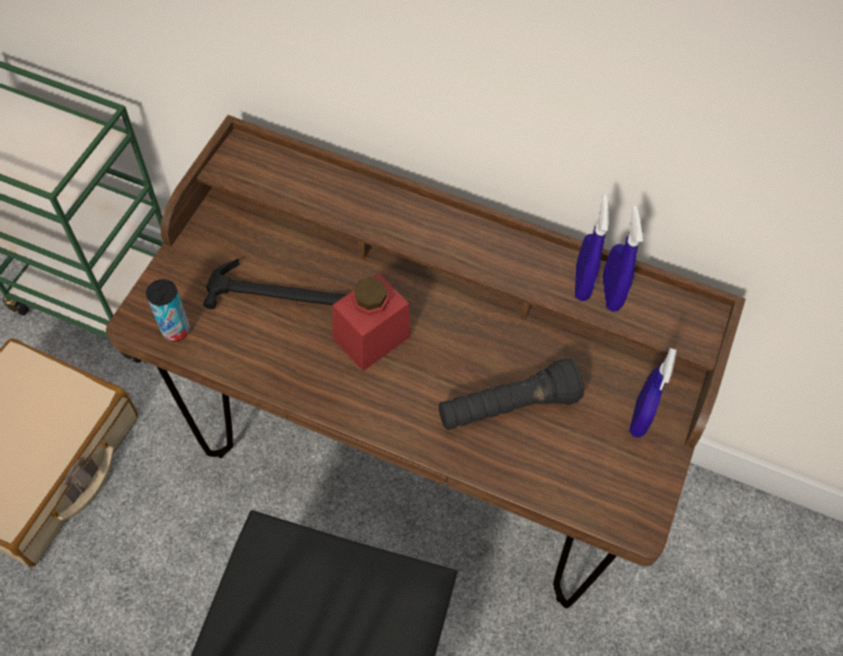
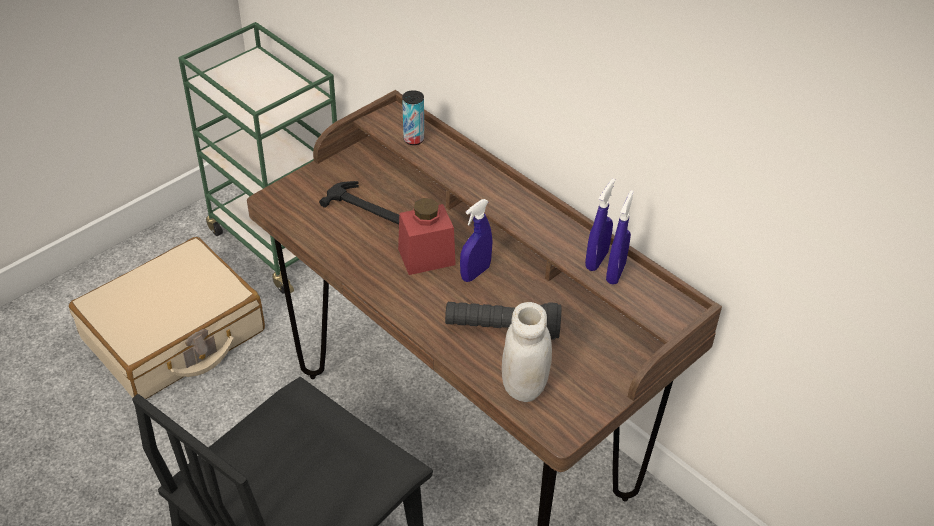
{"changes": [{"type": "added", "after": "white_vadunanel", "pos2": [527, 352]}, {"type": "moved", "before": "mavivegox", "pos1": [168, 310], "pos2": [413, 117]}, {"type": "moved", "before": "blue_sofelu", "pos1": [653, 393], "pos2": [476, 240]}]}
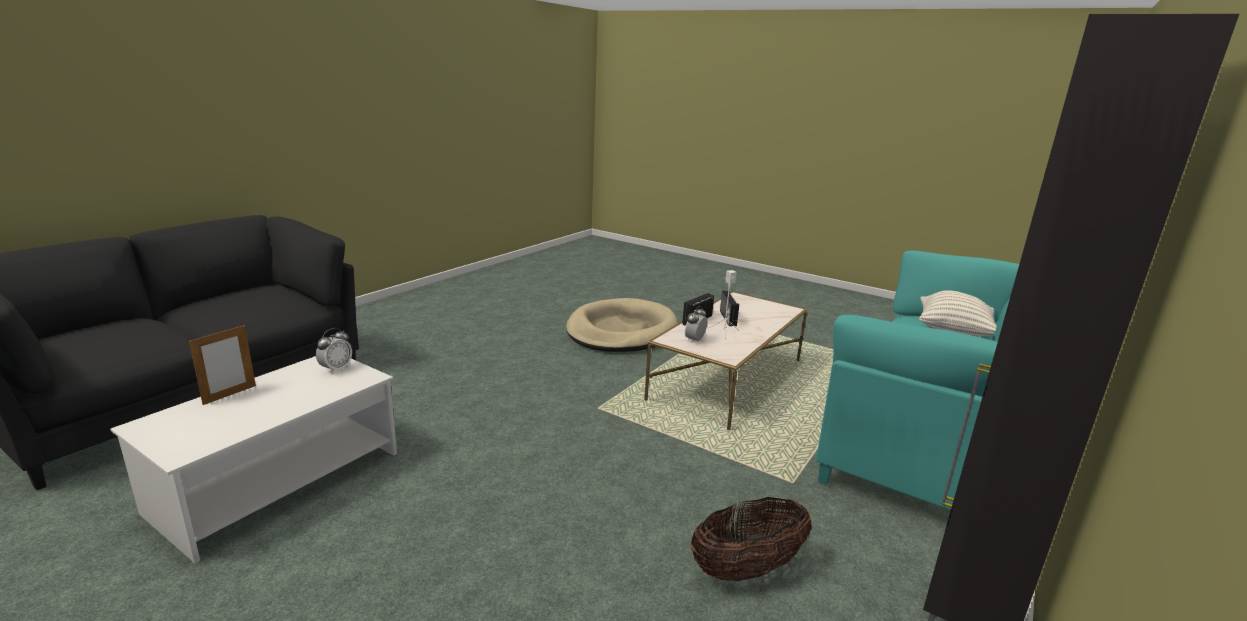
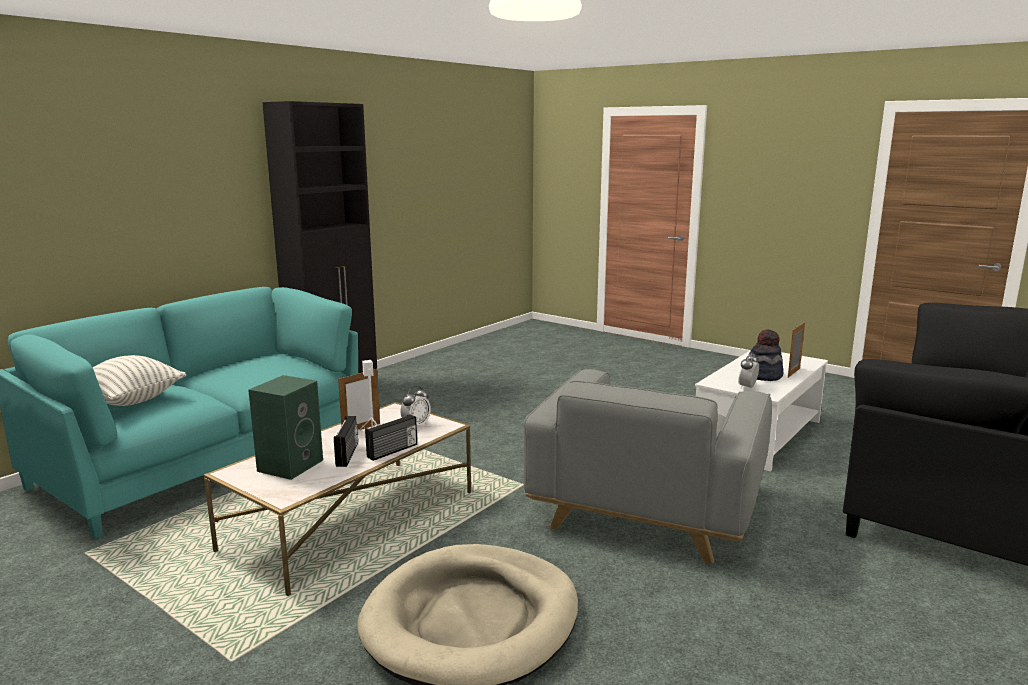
{"changes": [{"type": "removed", "before": "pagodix", "pos1": [751, 539]}, {"type": "added", "after": "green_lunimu", "pos2": [285, 427]}, {"type": "added", "after": "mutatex", "pos2": [359, 399]}, {"type": "added", "after": "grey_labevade", "pos2": [648, 466]}, {"type": "added", "after": "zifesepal", "pos2": [766, 355]}]}
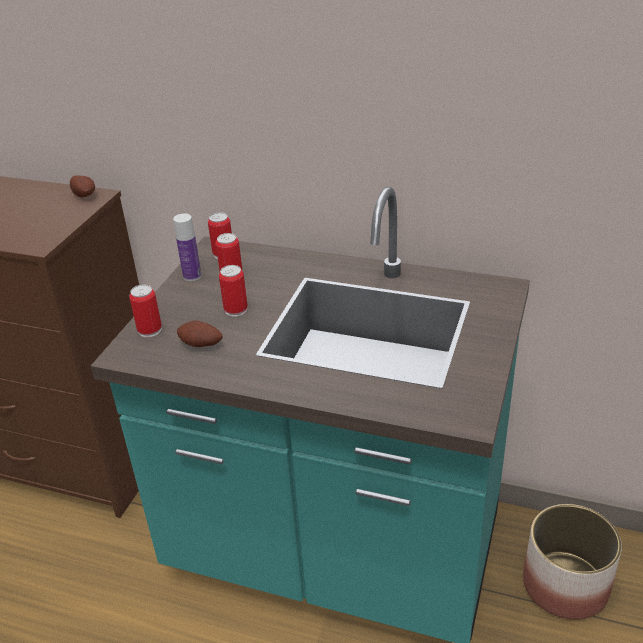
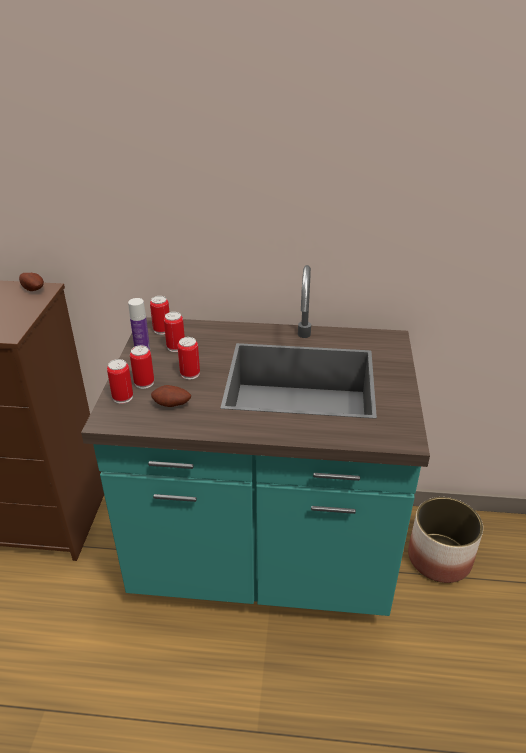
{"changes": [{"type": "added", "after": "mavivegox", "pos2": [142, 367]}]}
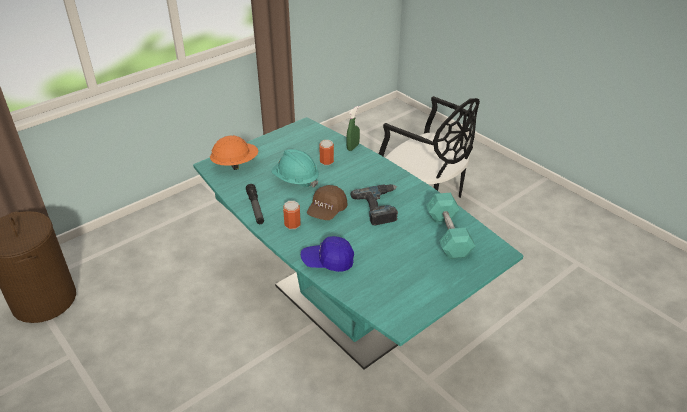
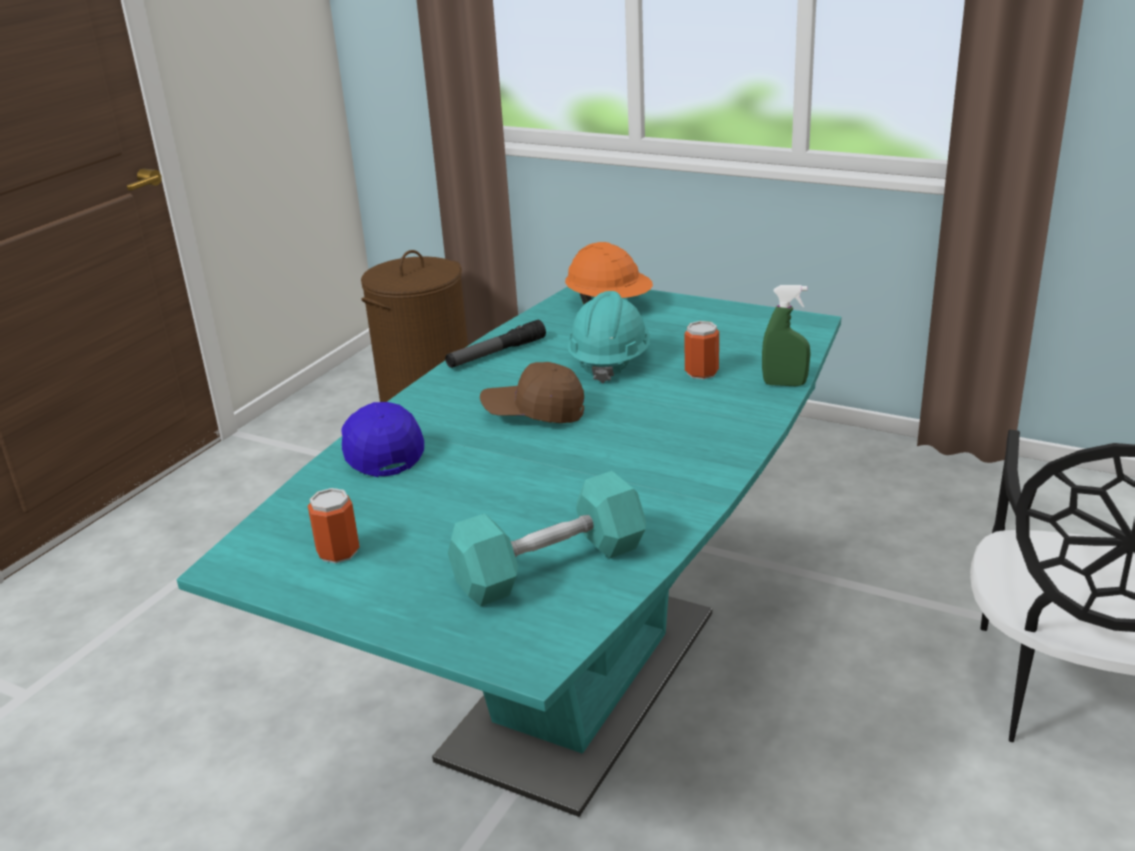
{"changes": [{"type": "removed", "before": "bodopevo", "pos1": [374, 204]}, {"type": "moved", "before": "mavivegox", "pos1": [292, 215], "pos2": [334, 525]}]}
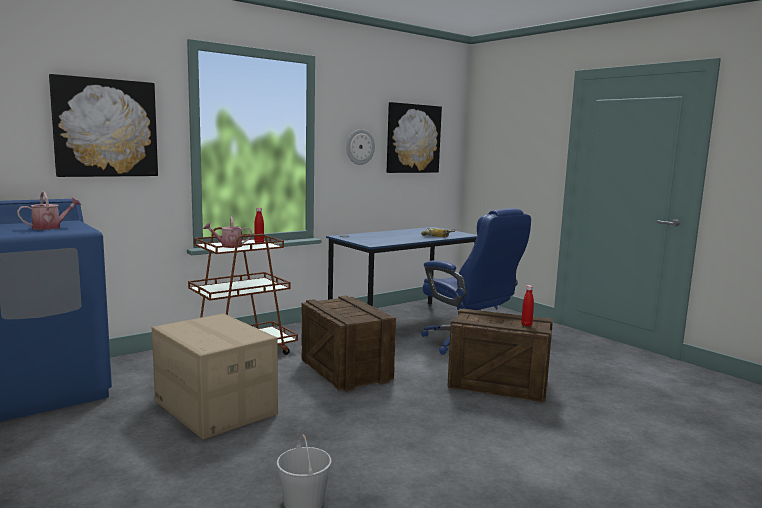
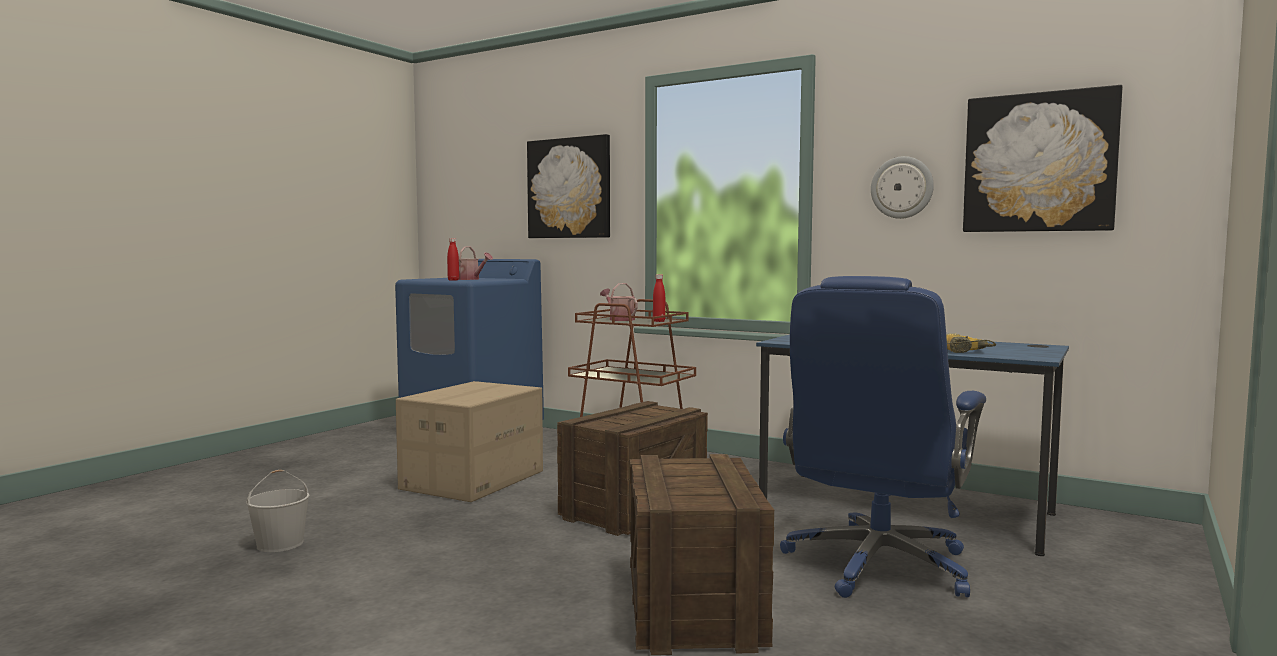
{"changes": [{"type": "moved", "before": "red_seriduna", "pos1": [527, 305], "pos2": [453, 259]}]}
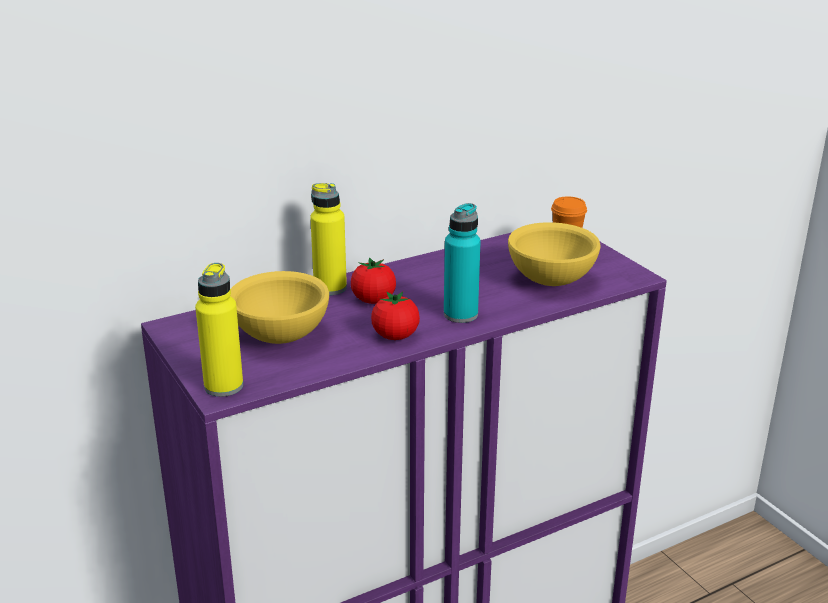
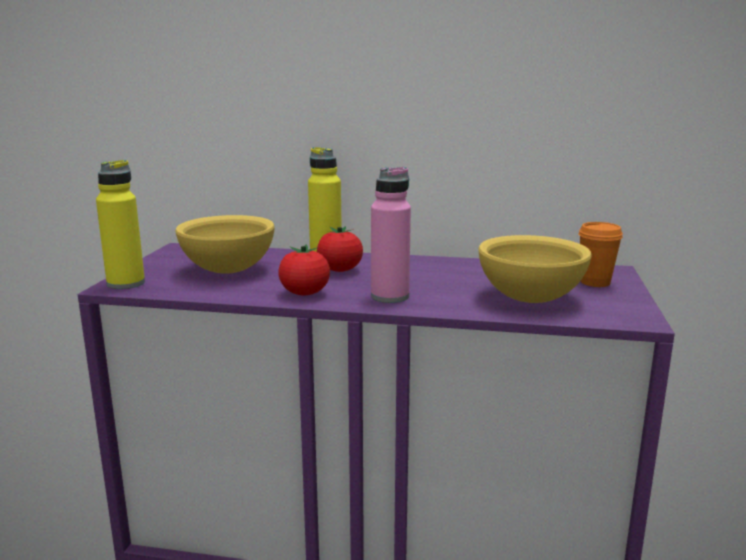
{"changes": [{"type": "recoloured", "before": "turquoise_seriduna", "after": "pink_seriduna", "pos1": [462, 263], "pos2": [391, 235]}]}
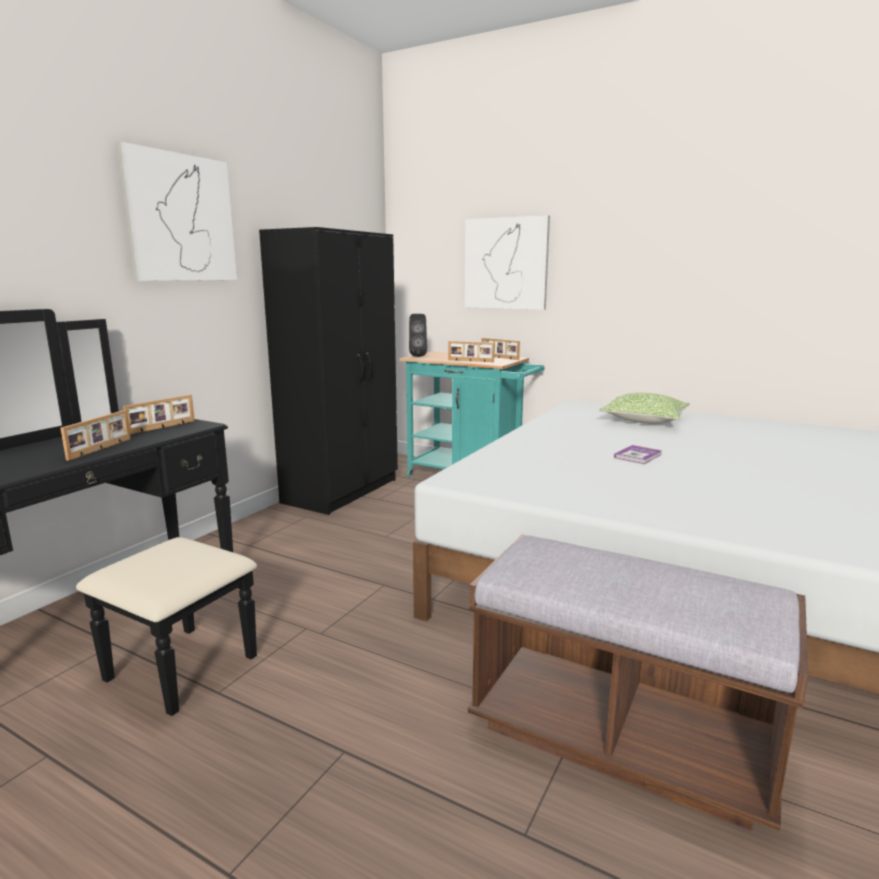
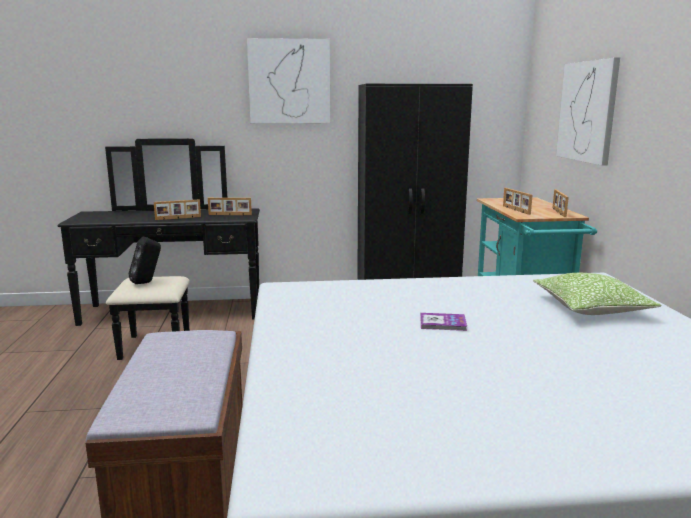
{"changes": [{"type": "moved", "before": "black_lunimu", "pos1": [418, 335], "pos2": [144, 260]}]}
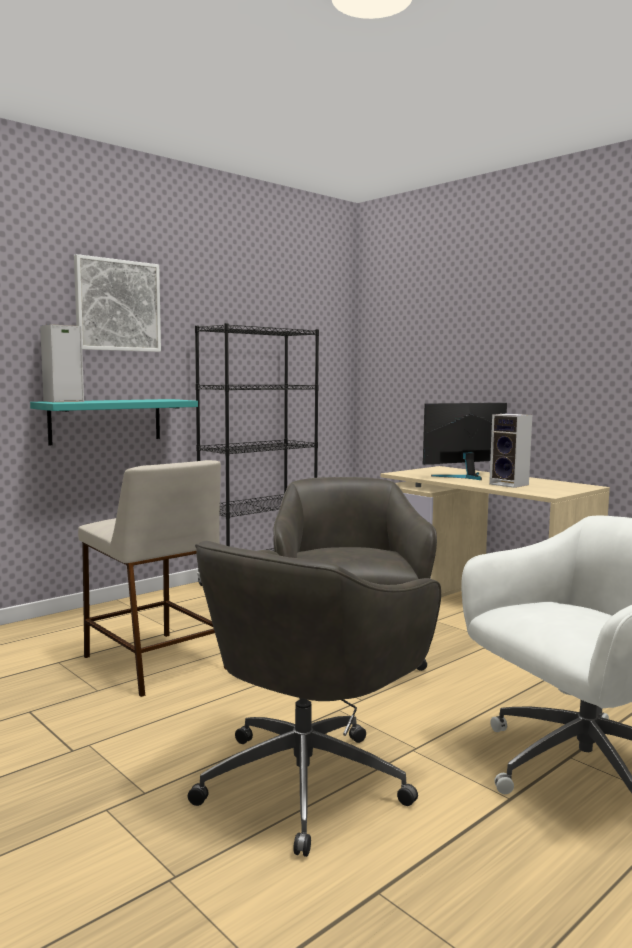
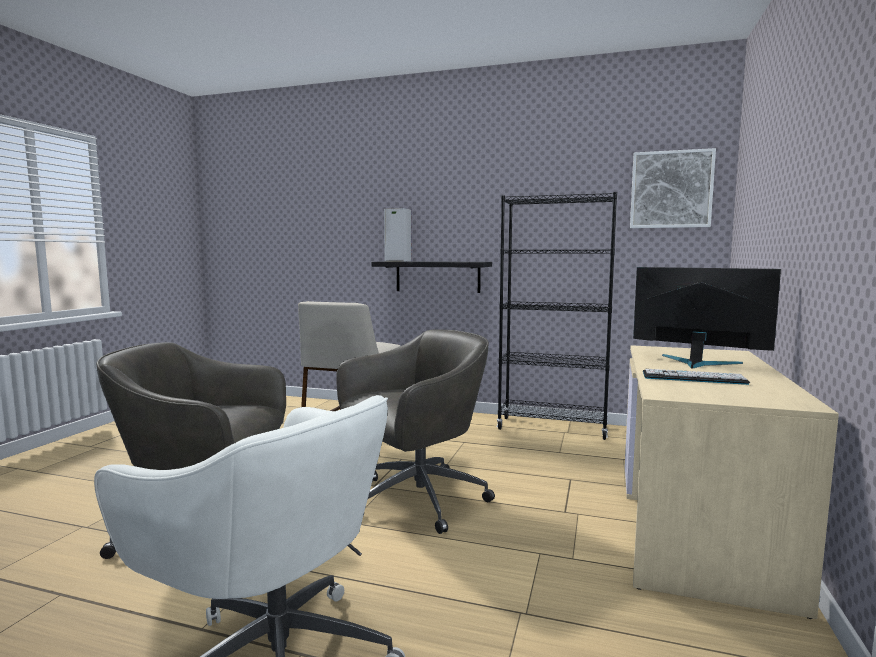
{"changes": [{"type": "moved", "before": "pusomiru", "pos1": [117, 303], "pos2": [673, 188]}, {"type": "replaced", "before": "lunimu", "after": "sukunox", "pos1": [510, 451], "pos2": [696, 377]}, {"type": "recoloured", "before": "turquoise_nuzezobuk", "after": "black_nuzezobuk", "pos1": [114, 422], "pos2": [431, 277]}]}
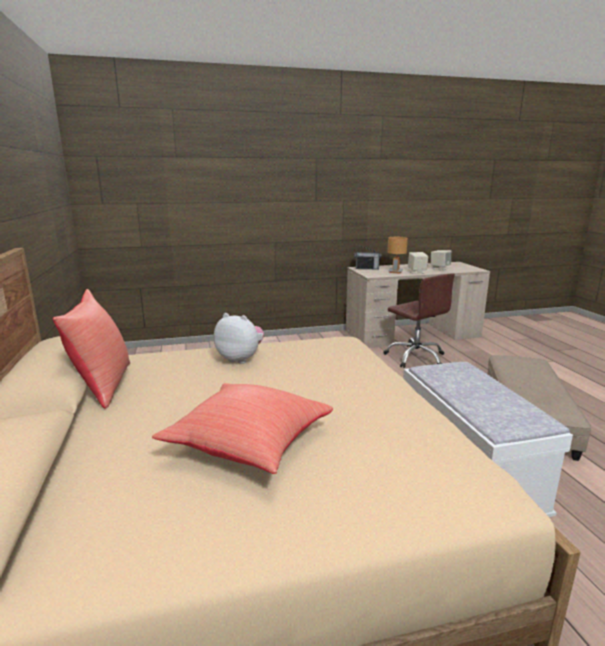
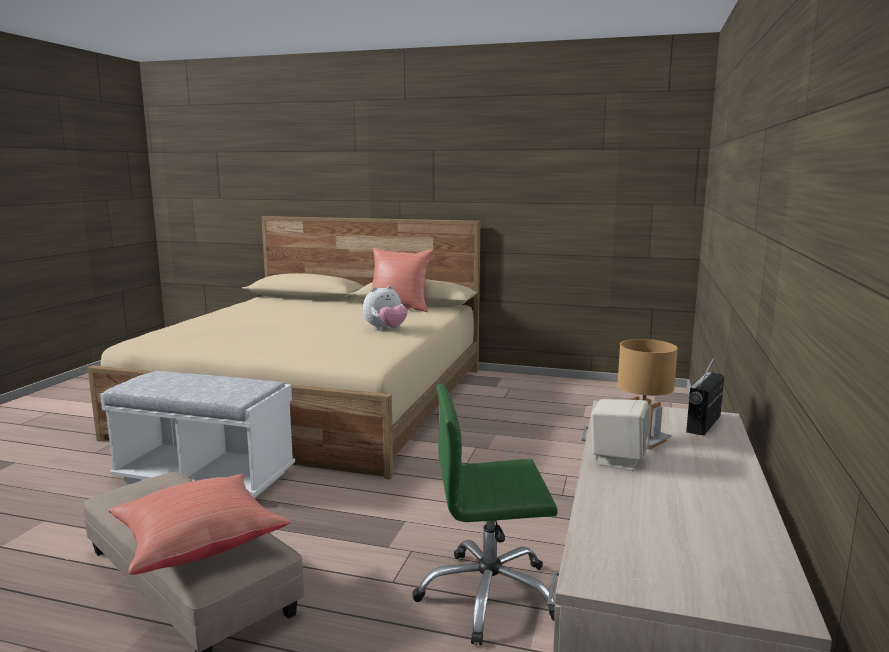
{"changes": [{"type": "removed", "before": "beige_lunimu", "pos1": [441, 260]}, {"type": "moved", "before": "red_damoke", "pos1": [242, 428], "pos2": [199, 524]}, {"type": "recoloured", "before": "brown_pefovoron", "after": "green_pefovoron", "pos1": [419, 320], "pos2": [485, 514]}]}
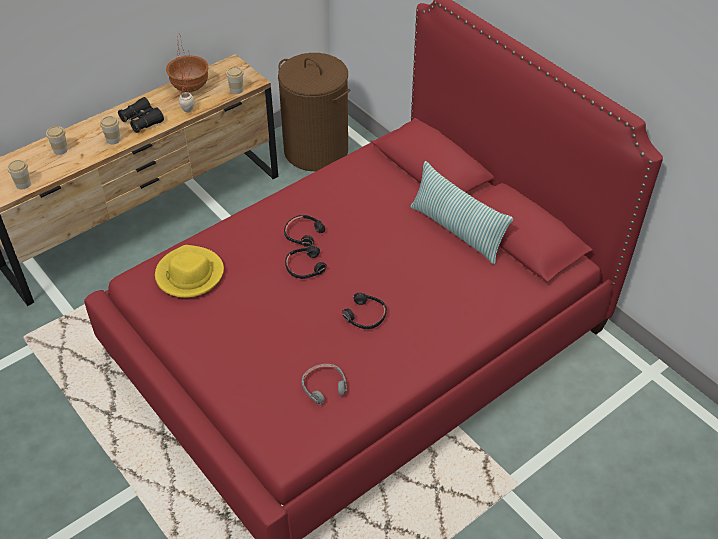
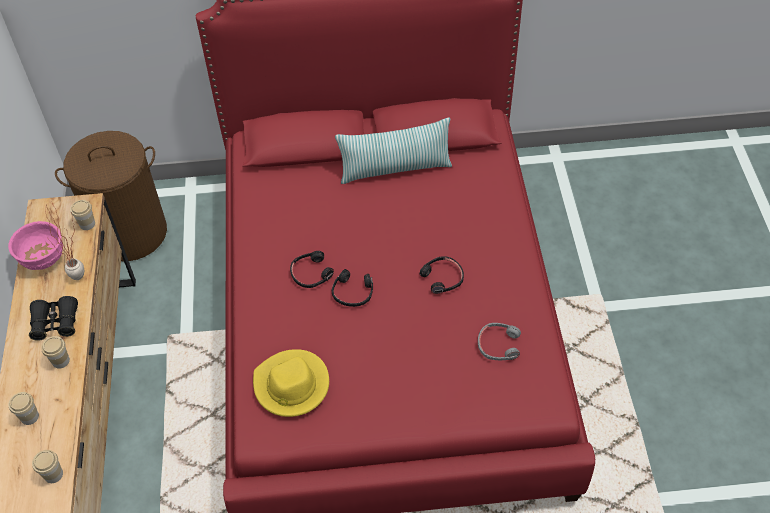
{"changes": [{"type": "recoloured", "before": "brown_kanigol", "after": "pink_kanigol", "pos1": [187, 74], "pos2": [35, 245]}]}
